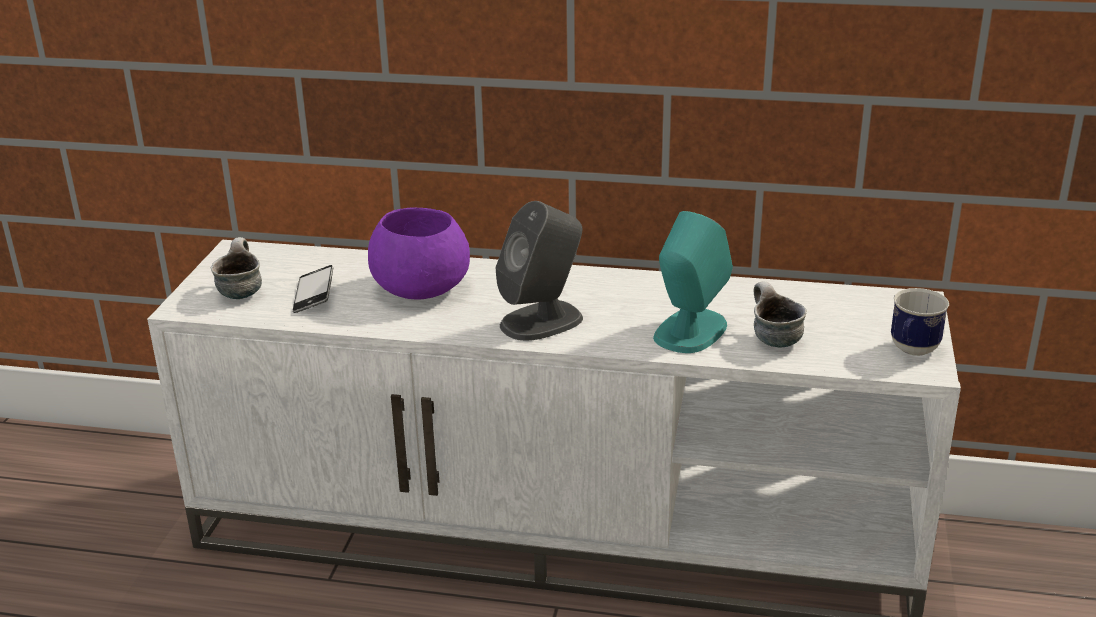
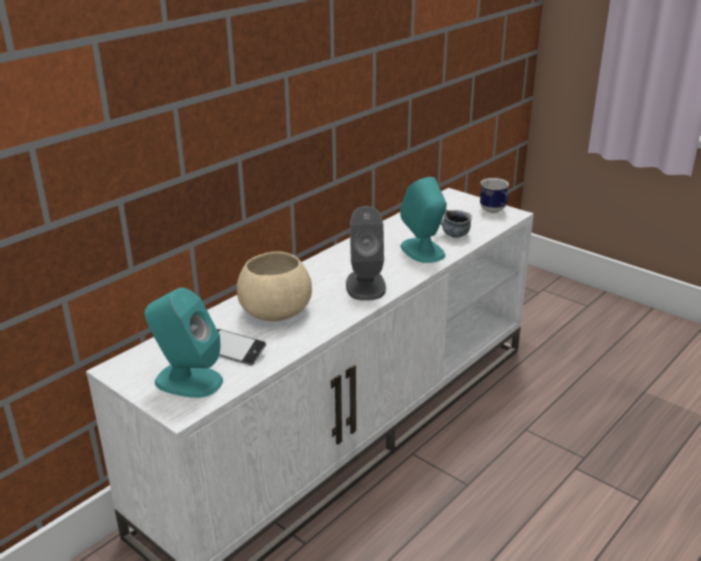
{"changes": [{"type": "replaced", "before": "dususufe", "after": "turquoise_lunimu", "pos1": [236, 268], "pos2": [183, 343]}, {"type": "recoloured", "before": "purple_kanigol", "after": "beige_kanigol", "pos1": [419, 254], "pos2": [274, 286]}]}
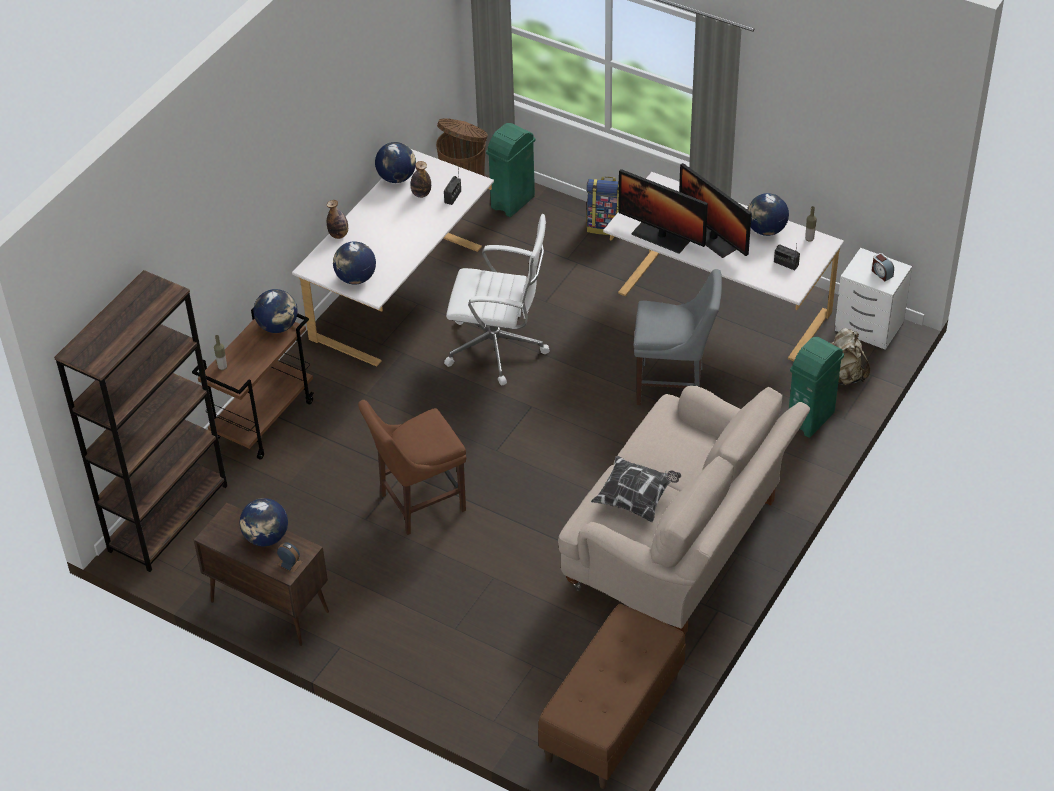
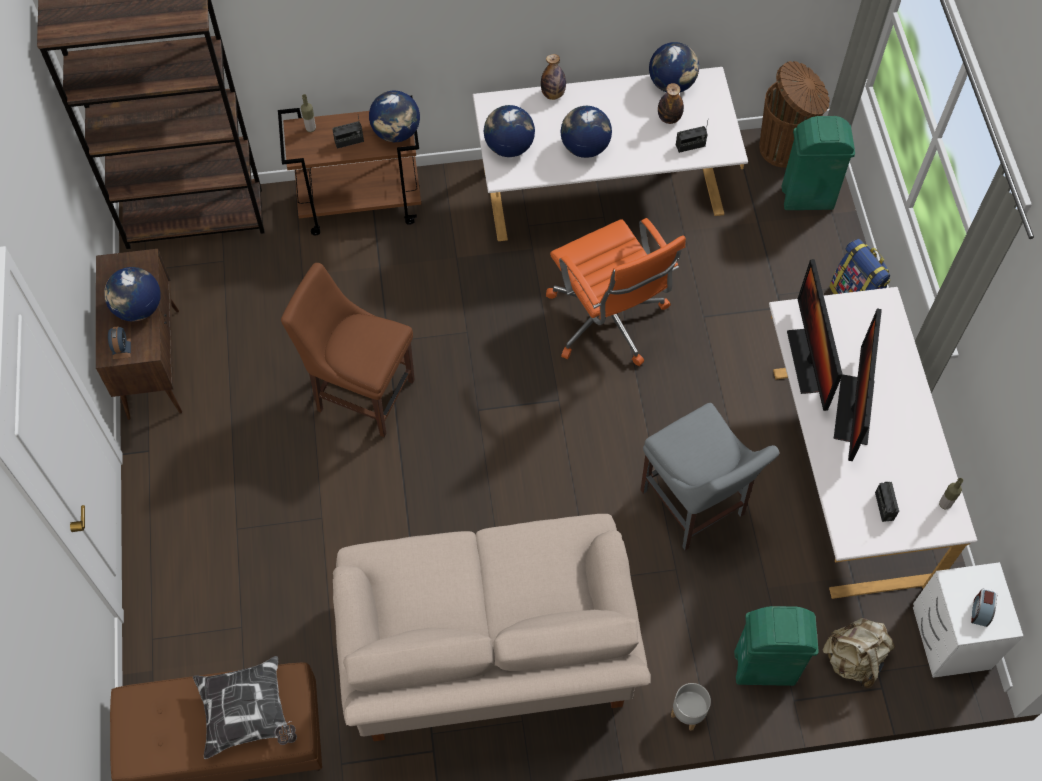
{"changes": [{"type": "added", "after": "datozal", "pos2": [348, 132]}, {"type": "added", "after": "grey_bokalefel", "pos2": [691, 707]}, {"type": "moved", "before": "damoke", "pos1": [636, 489], "pos2": [245, 707]}, {"type": "moved", "before": "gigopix", "pos1": [768, 214], "pos2": [586, 132]}, {"type": "recoloured", "before": "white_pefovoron", "after": "orange_pefovoron", "pos1": [497, 299], "pos2": [616, 292]}]}
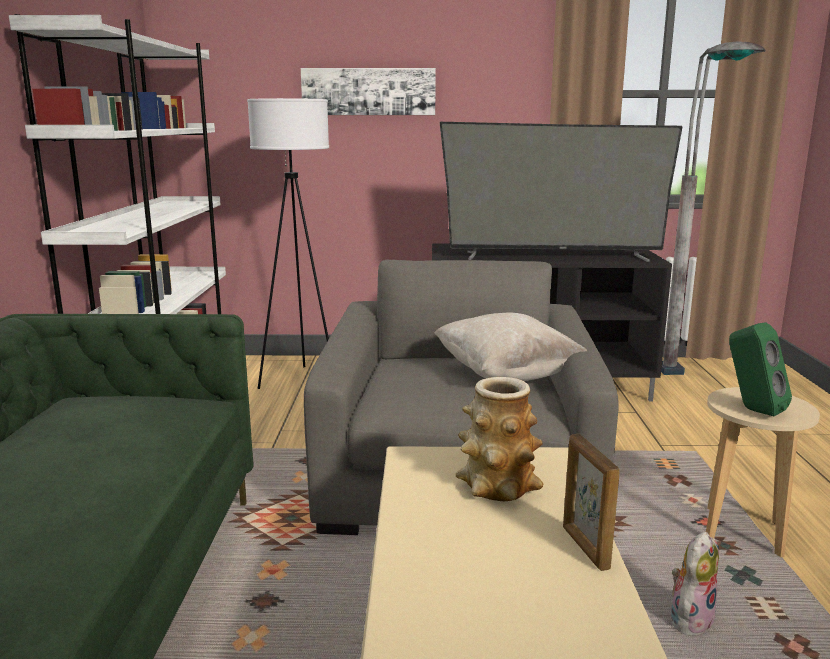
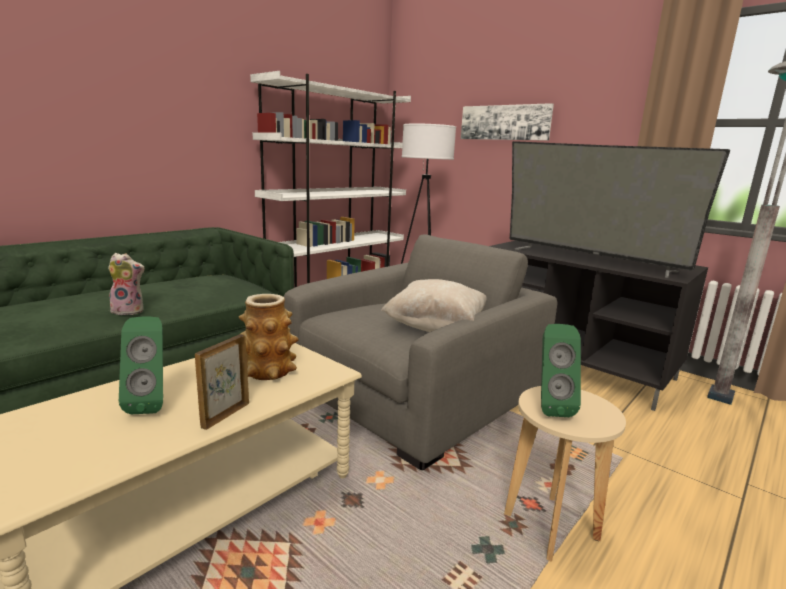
{"changes": [{"type": "added", "after": "green_lunimu", "pos2": [141, 365]}, {"type": "moved", "before": "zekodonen", "pos1": [695, 585], "pos2": [126, 284]}]}
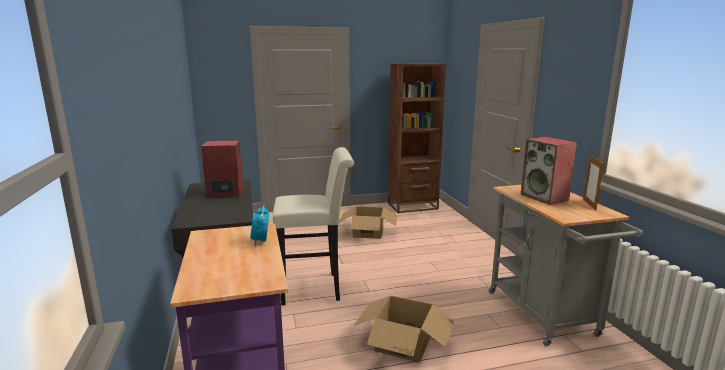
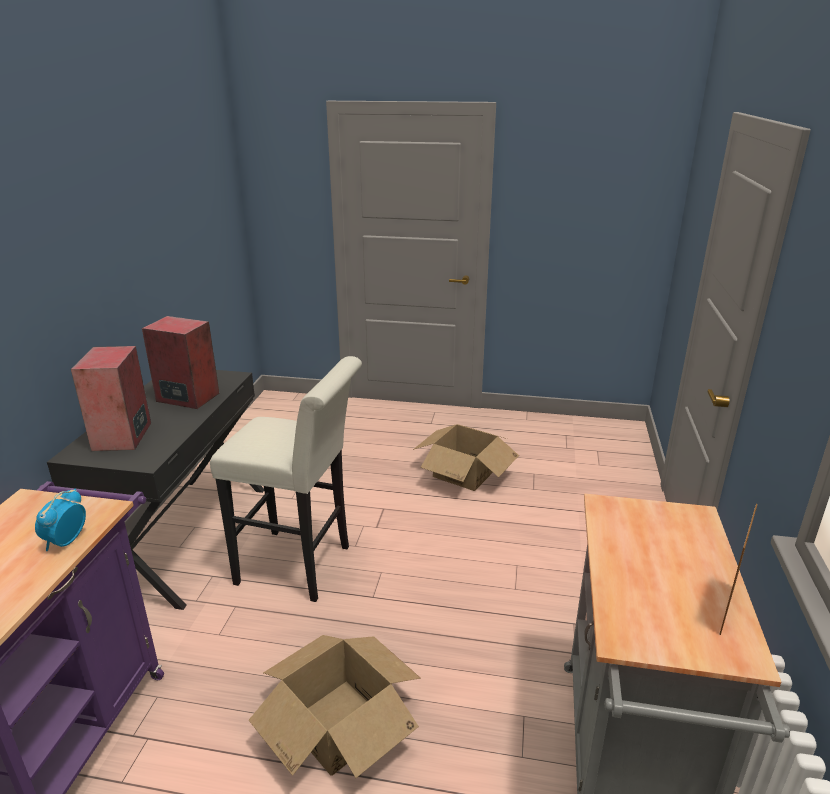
{"changes": [{"type": "removed", "before": "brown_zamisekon", "pos1": [417, 138]}, {"type": "moved", "before": "lunimu", "pos1": [548, 171], "pos2": [111, 398]}]}
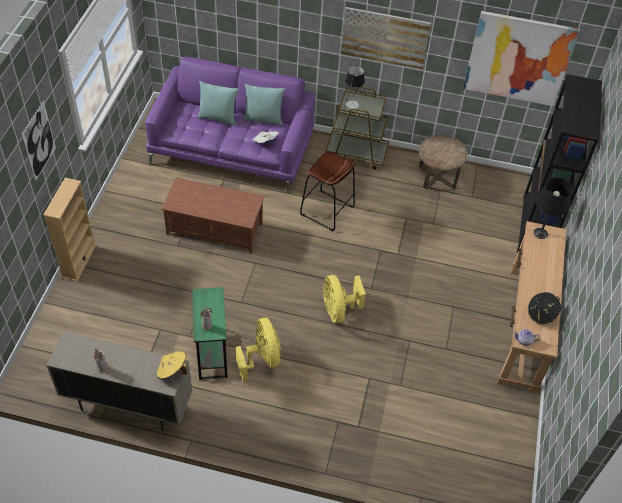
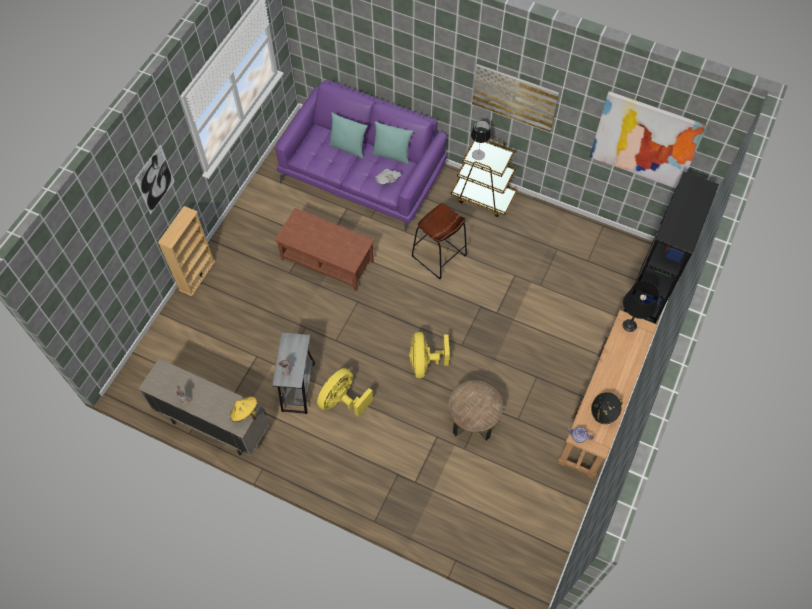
{"changes": [{"type": "moved", "before": "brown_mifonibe", "pos1": [443, 162], "pos2": [475, 410]}, {"type": "recoloured", "before": "green_mifonibe", "after": "grey_mifonibe", "pos1": [210, 333], "pos2": [293, 373]}, {"type": "turned", "before": "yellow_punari", "pos1": [258, 350], "pos2": [345, 392], "turn": -135}]}
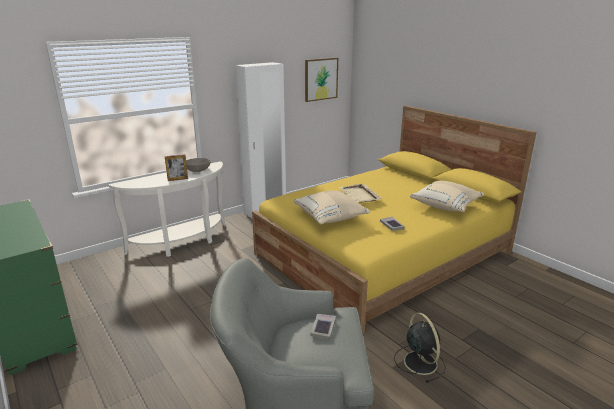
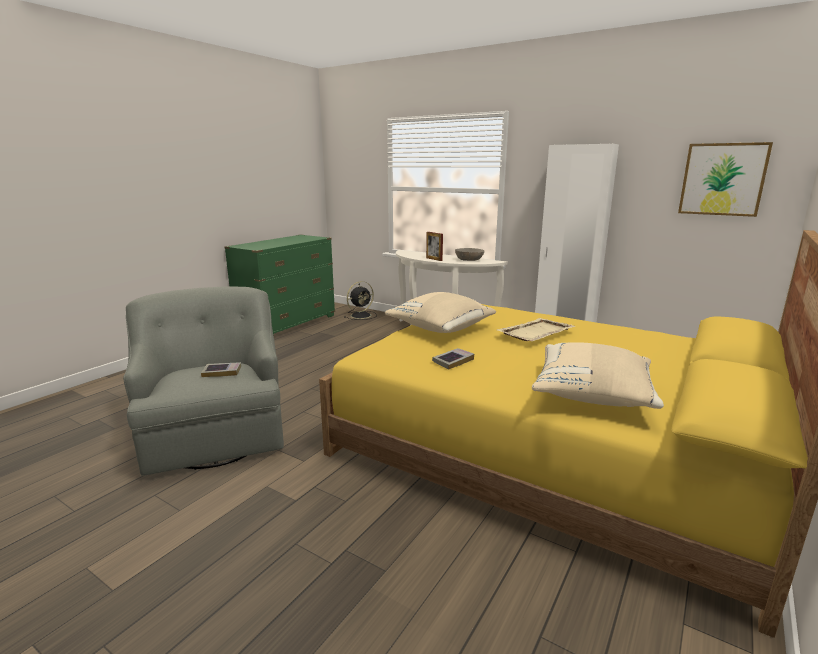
{"changes": [{"type": "moved", "before": "black_punari", "pos1": [420, 348], "pos2": [360, 300]}]}
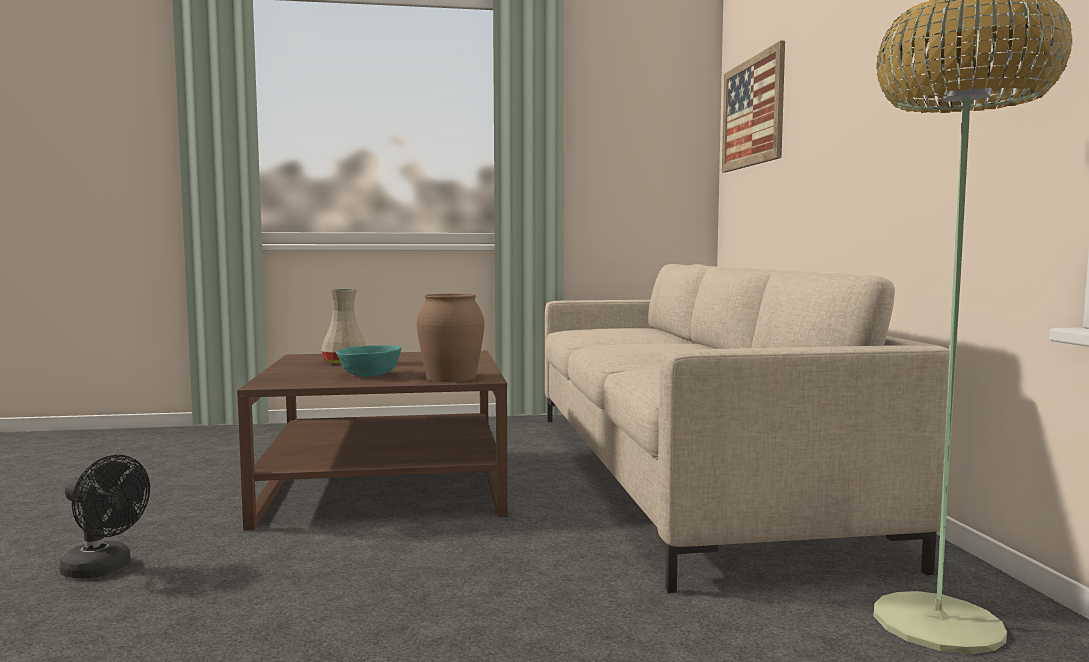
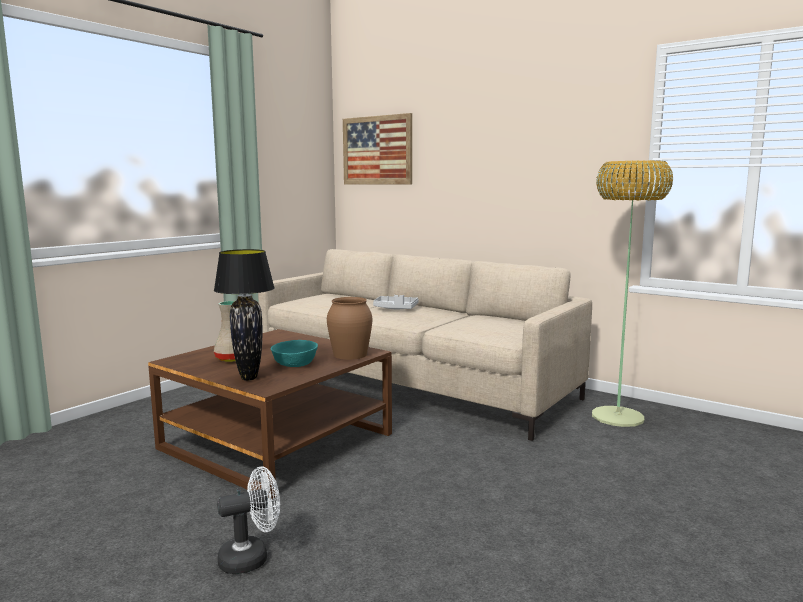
{"changes": [{"type": "added", "after": "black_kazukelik", "pos2": [244, 315]}, {"type": "added", "after": "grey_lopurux", "pos2": [396, 302]}, {"type": "recoloured", "before": "black_punari", "after": "white_punari", "pos1": [104, 516], "pos2": [248, 520]}]}
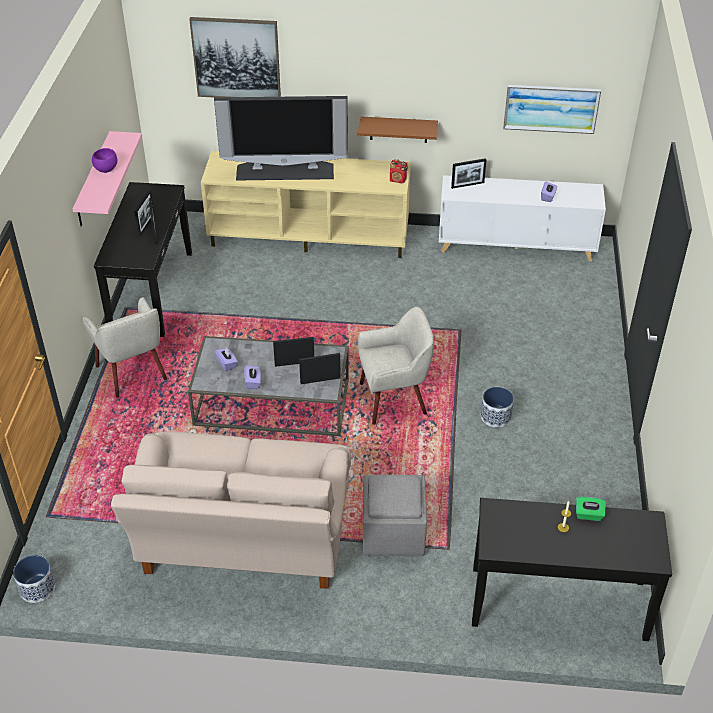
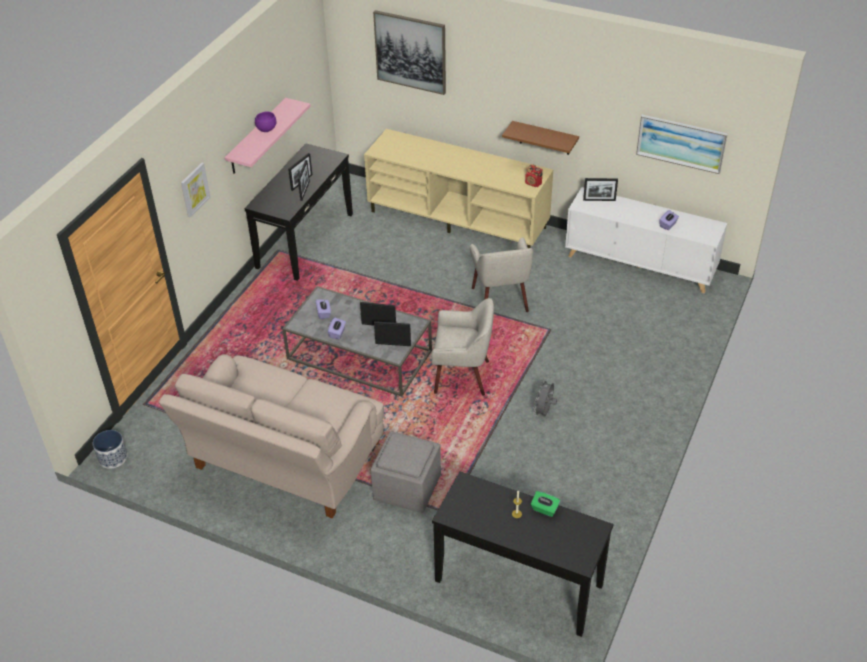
{"changes": [{"type": "removed", "before": "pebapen", "pos1": [281, 138]}, {"type": "added", "after": "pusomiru", "pos2": [195, 190]}, {"type": "moved", "before": "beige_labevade", "pos1": [125, 347], "pos2": [501, 275]}, {"type": "replaced", "before": "bokalefel", "after": "grey_punari", "pos1": [497, 407], "pos2": [545, 398]}]}
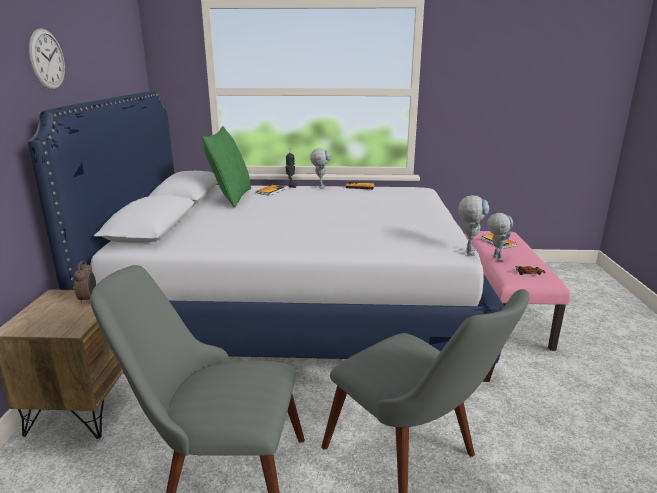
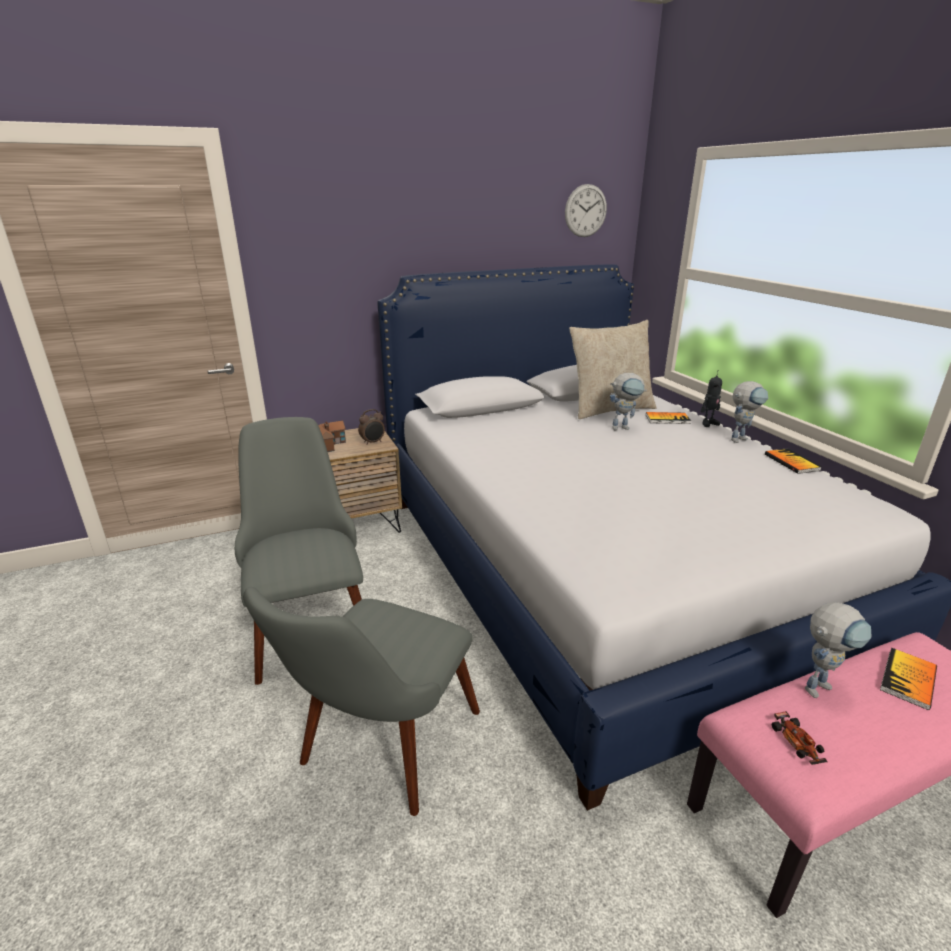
{"changes": [{"type": "added", "after": "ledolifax", "pos2": [332, 436]}, {"type": "moved", "before": "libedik", "pos1": [47, 59], "pos2": [586, 210]}, {"type": "moved", "before": "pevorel", "pos1": [473, 225], "pos2": [628, 402]}, {"type": "recoloured", "before": "green_damoke", "after": "beige_damoke", "pos1": [226, 167], "pos2": [613, 369]}]}
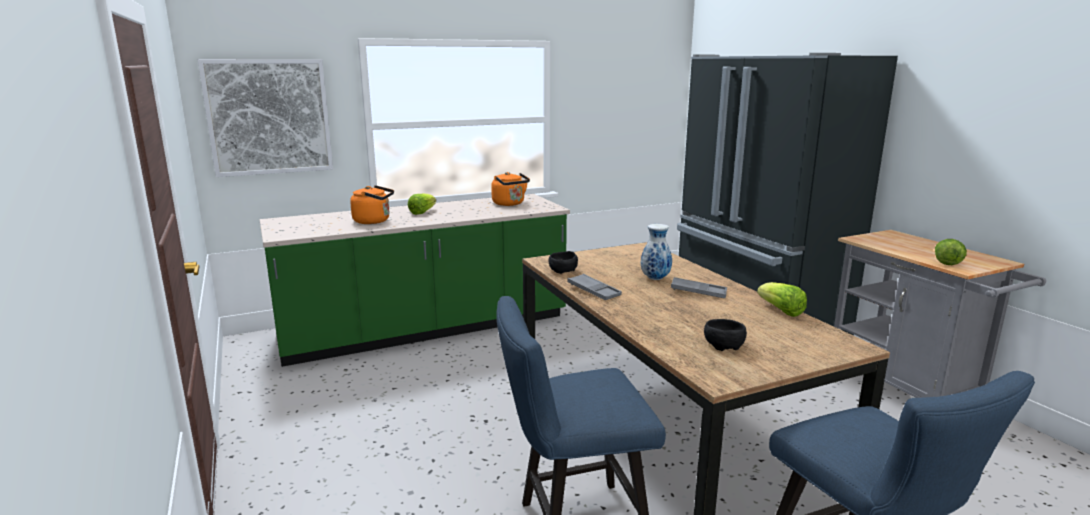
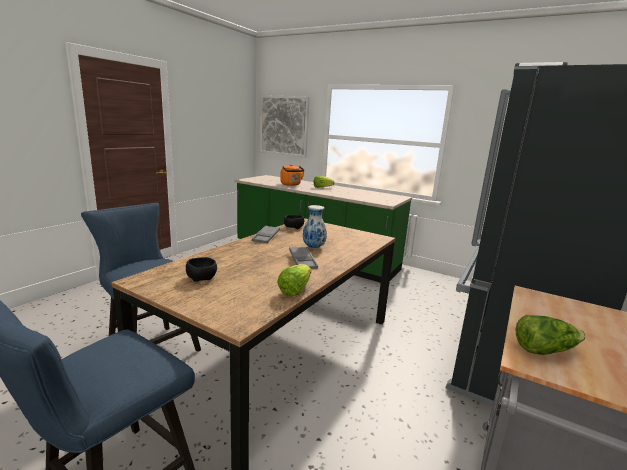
{"changes": [{"type": "removed", "before": "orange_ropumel", "pos1": [510, 189]}]}
